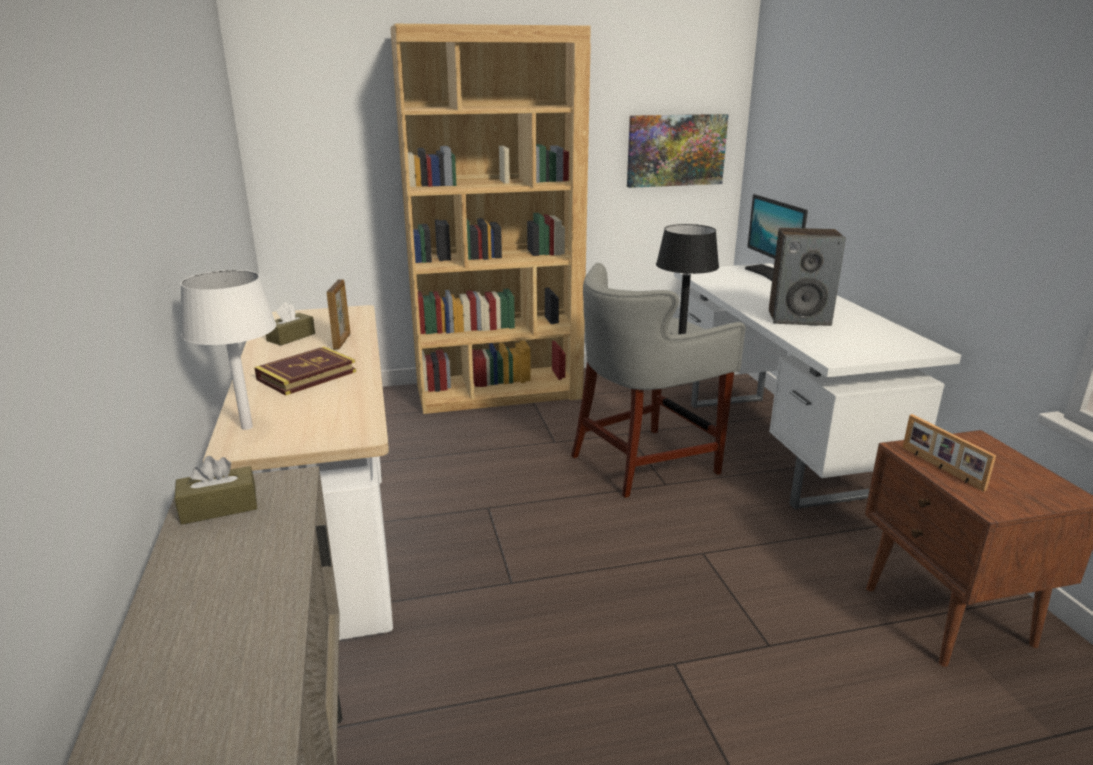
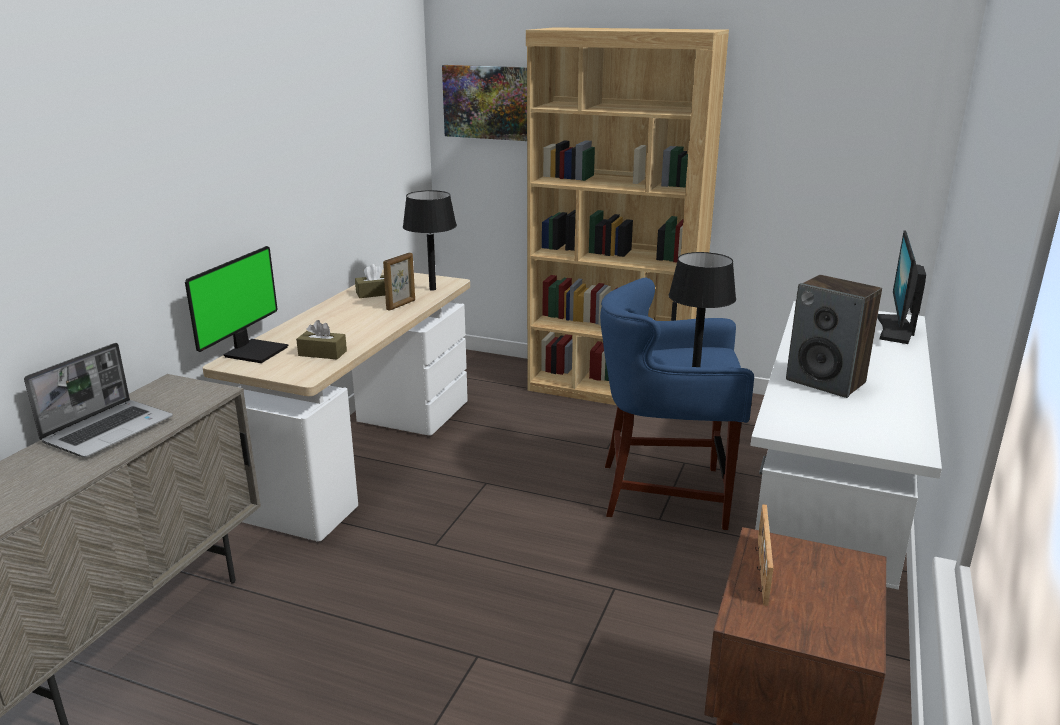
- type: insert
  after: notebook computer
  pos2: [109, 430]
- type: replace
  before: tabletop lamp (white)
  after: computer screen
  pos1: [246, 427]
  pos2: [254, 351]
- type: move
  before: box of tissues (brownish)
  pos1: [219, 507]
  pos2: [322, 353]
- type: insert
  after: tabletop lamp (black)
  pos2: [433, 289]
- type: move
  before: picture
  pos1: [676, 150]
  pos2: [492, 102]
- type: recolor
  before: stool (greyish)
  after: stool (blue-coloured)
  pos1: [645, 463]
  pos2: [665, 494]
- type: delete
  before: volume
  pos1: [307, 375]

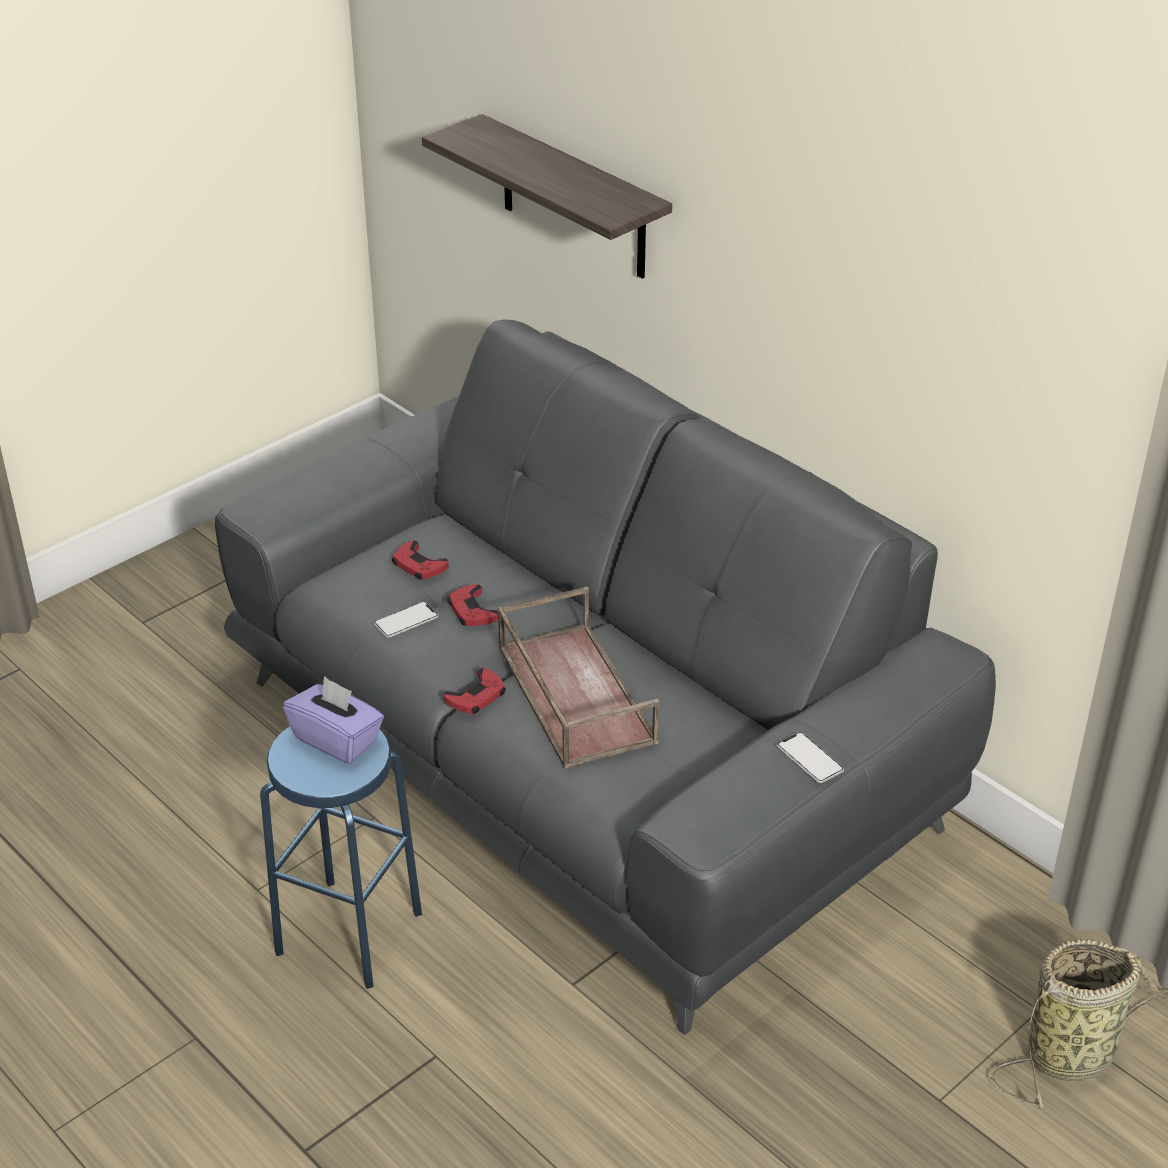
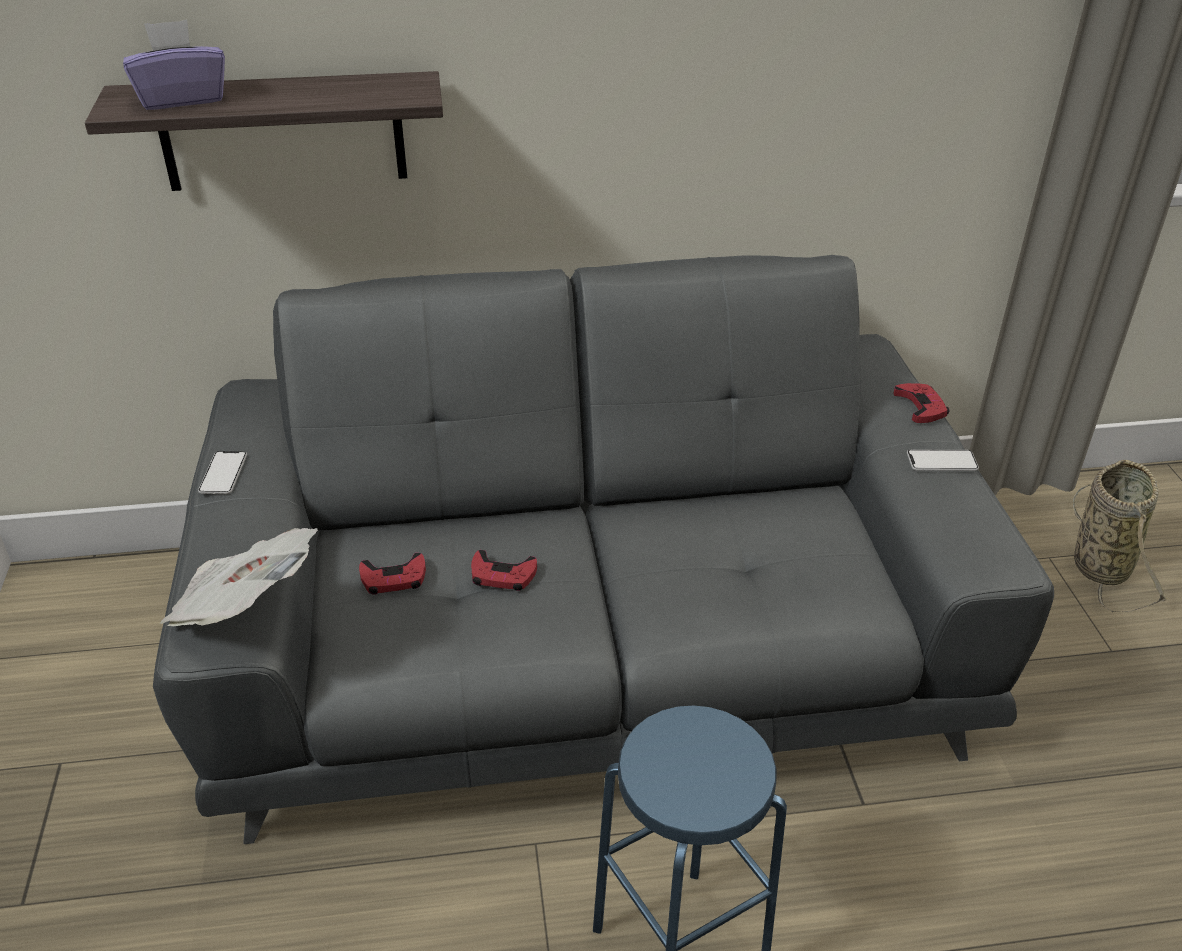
- type: move
  before: box of tissues (purplish)
  pos1: [337, 739]
  pos2: [182, 98]
- type: insert
  after: printed paper
  pos2: [246, 607]
- type: move
  before: handset
  pos1: [406, 621]
  pos2: [223, 474]
- type: move
  before: game controller (red)
  pos1: [476, 696]
  pos2: [921, 407]
- type: delete
  before: tray (brownish)
  pos1: [573, 693]

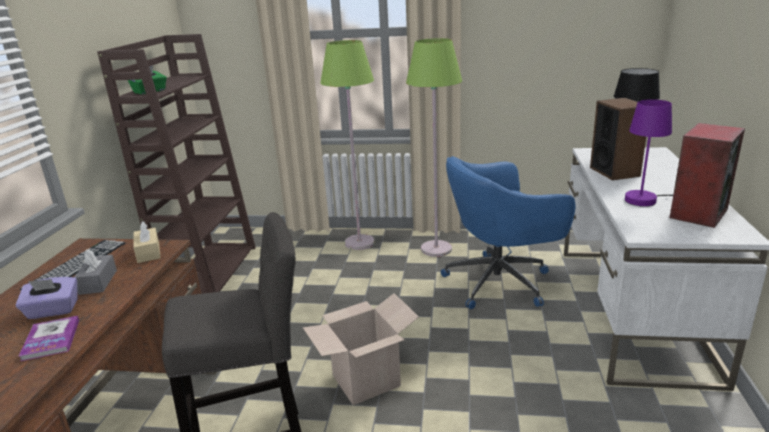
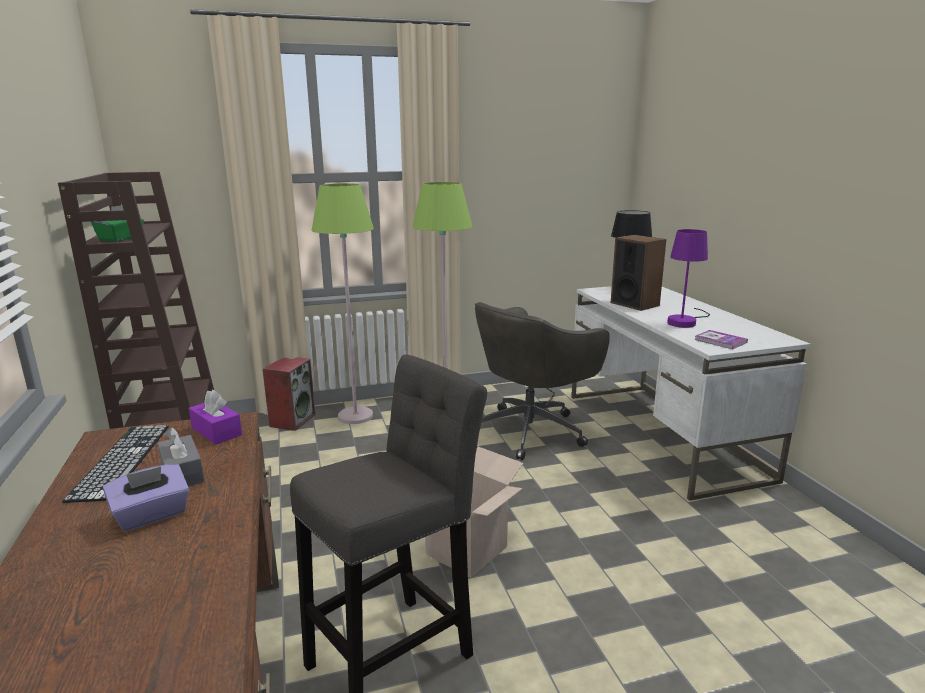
- type: recolor
  before: box of tissues (sand-coloured)
  after: box of tissues (purplish)
  pos1: [148, 252]
  pos2: [216, 431]
- type: move
  before: loudspeaker
  pos1: [698, 213]
  pos2: [292, 420]
- type: recolor
  before: office chair (blue-coloured)
  after: office chair (greyish)
  pos1: [500, 282]
  pos2: [532, 430]
- type: move
  before: volume
  pos1: [51, 339]
  pos2: [720, 341]

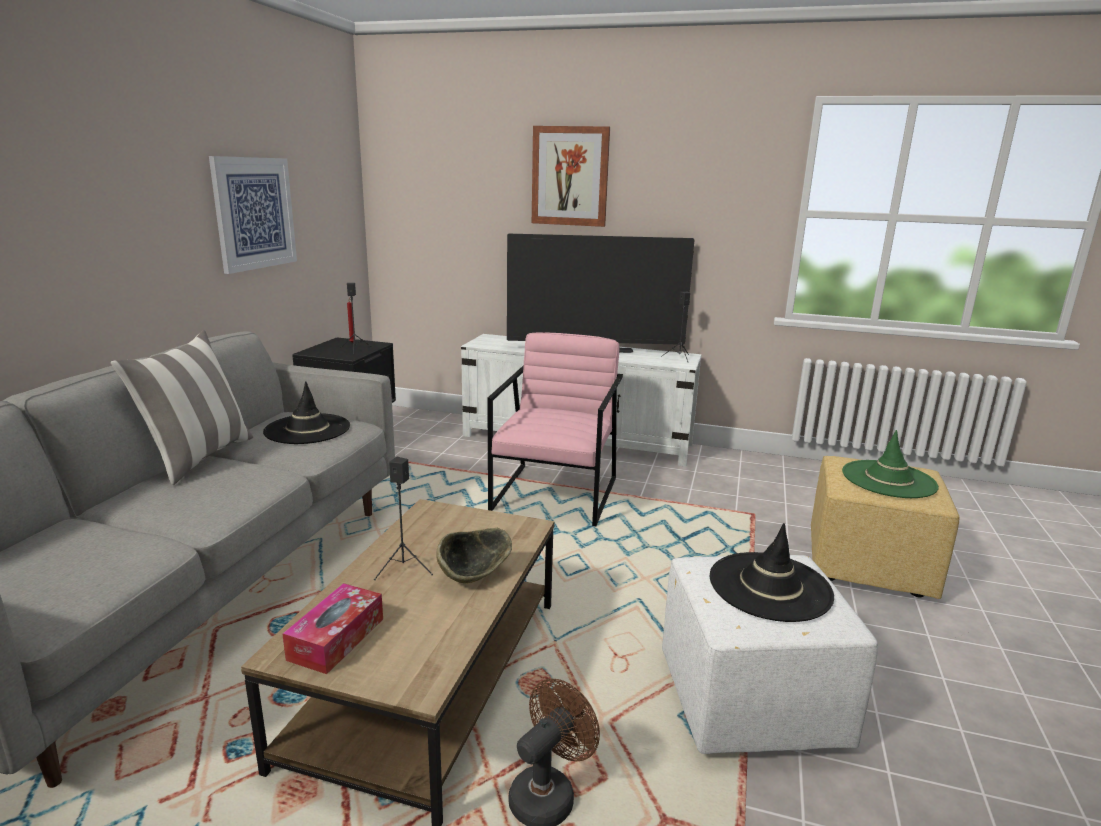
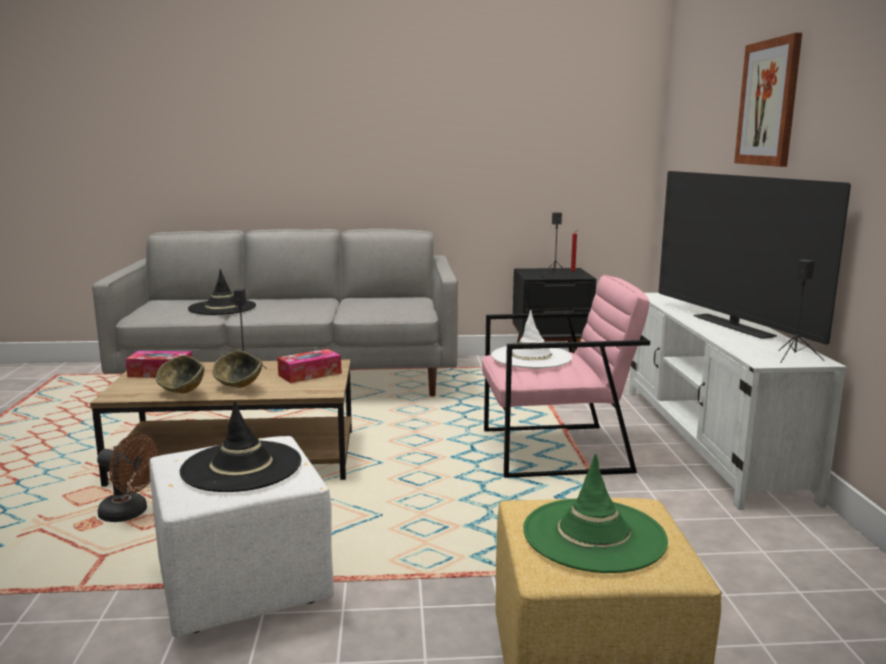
- type: insert
  after: deep dish
  pos2: [184, 394]
- type: move
  before: clothing hat (black)
  pos1: [307, 429]
  pos2: [222, 308]
- type: insert
  after: box of tissues
  pos2: [310, 374]
- type: insert
  after: clothing hat (white)
  pos2: [531, 357]
- type: delete
  before: pillow
  pos1: [198, 458]
- type: delete
  before: picture
  pos1: [254, 213]

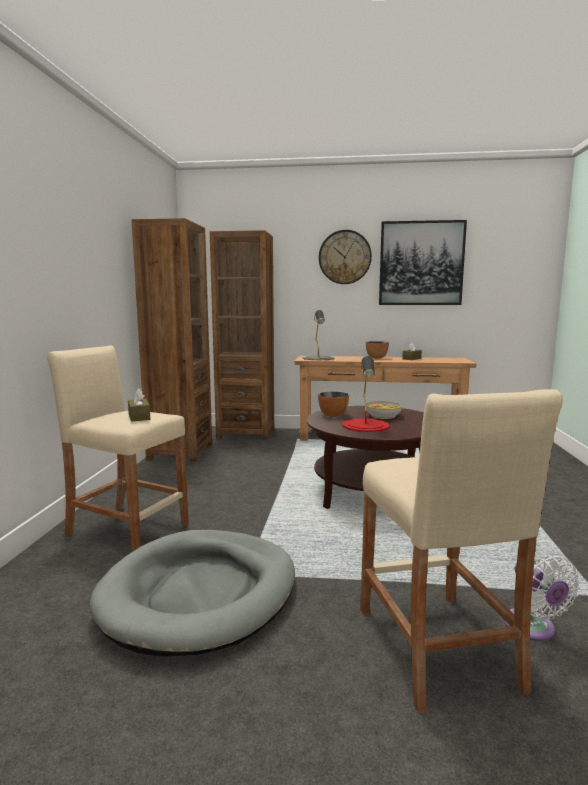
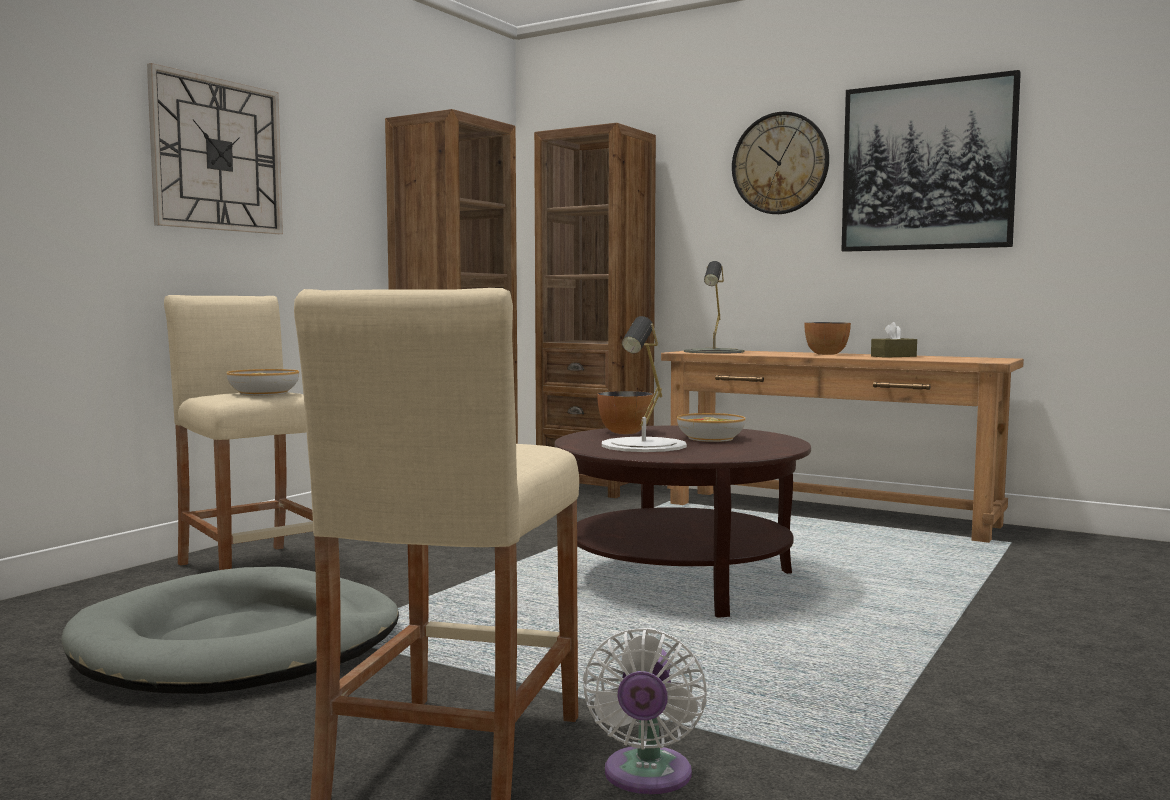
- type: insert
  after: hanging clock
  pos2: [217, 155]
- type: replace
  before: box of tissues (brownish)
  after: deep dish
  pos1: [139, 416]
  pos2: [263, 393]
- type: recolor
  before: tabletop lamp (red)
  after: tabletop lamp (white)
  pos1: [365, 425]
  pos2: [644, 445]

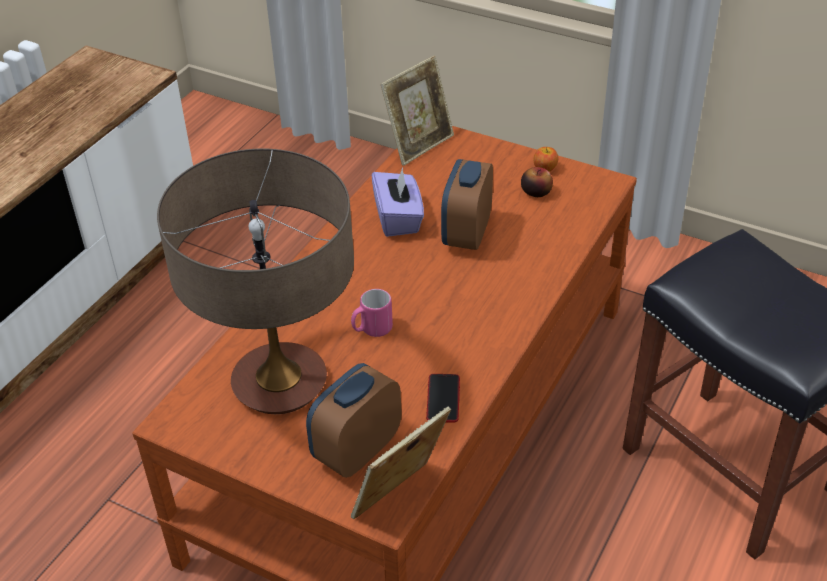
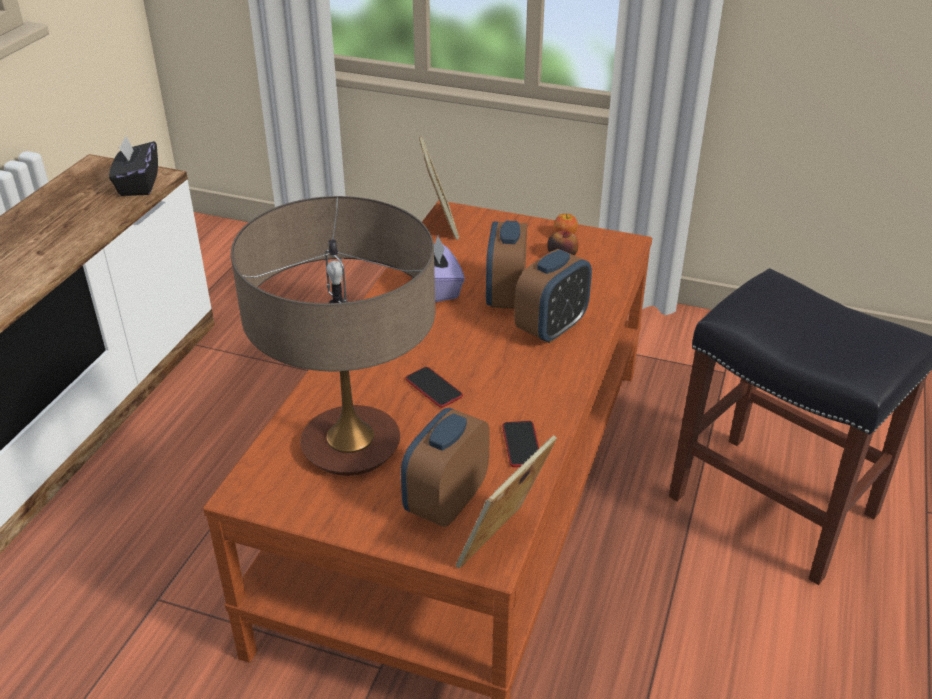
- type: insert
  after: box of tissues (black)
  pos2: [138, 184]
- type: replace
  before: mug (pink-coloured)
  after: handset
  pos1: [372, 330]
  pos2: [433, 388]
- type: rotate
  before: standing frame
  pos1: [419, 145]
  pos2: [439, 223]
  turn: -45
- type: insert
  after: bedside clock
  pos2: [551, 328]

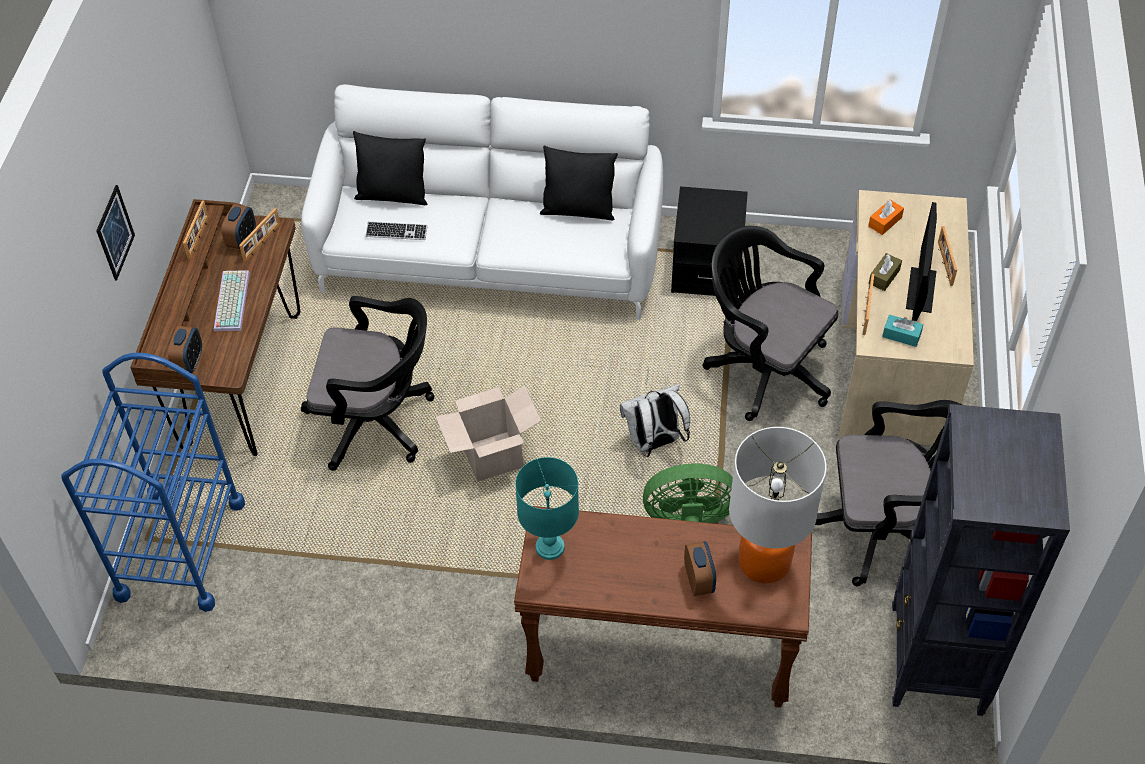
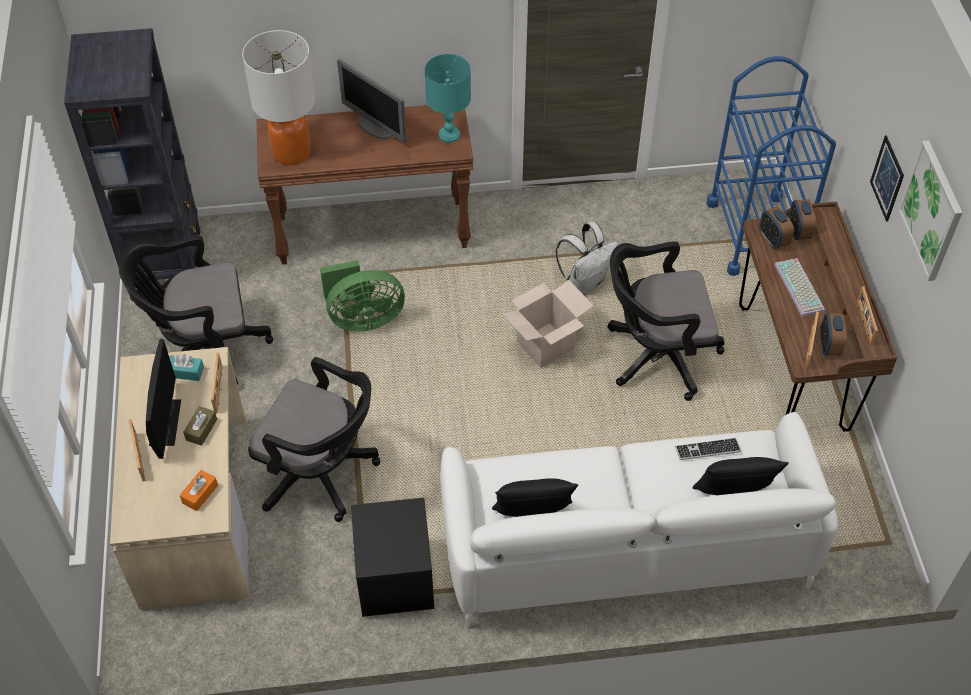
- type: insert
  after: computer screen
  pos2: [374, 127]
- type: move
  before: backpack (white)
  pos1: [654, 443]
  pos2: [585, 282]
- type: move
  before: bedside clock
  pos1: [699, 580]
  pos2: [773, 240]
- type: insert
  after: picture
  pos2: [932, 210]

